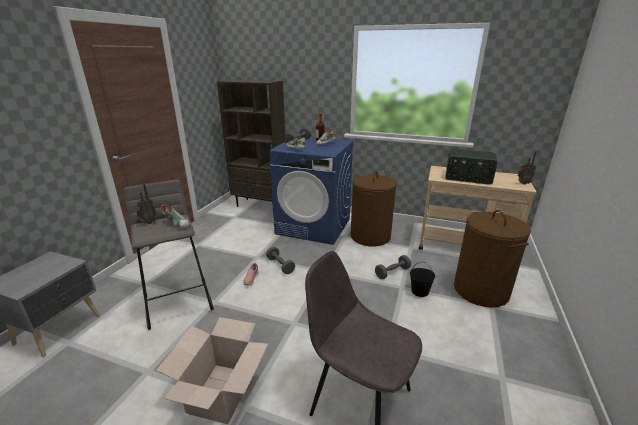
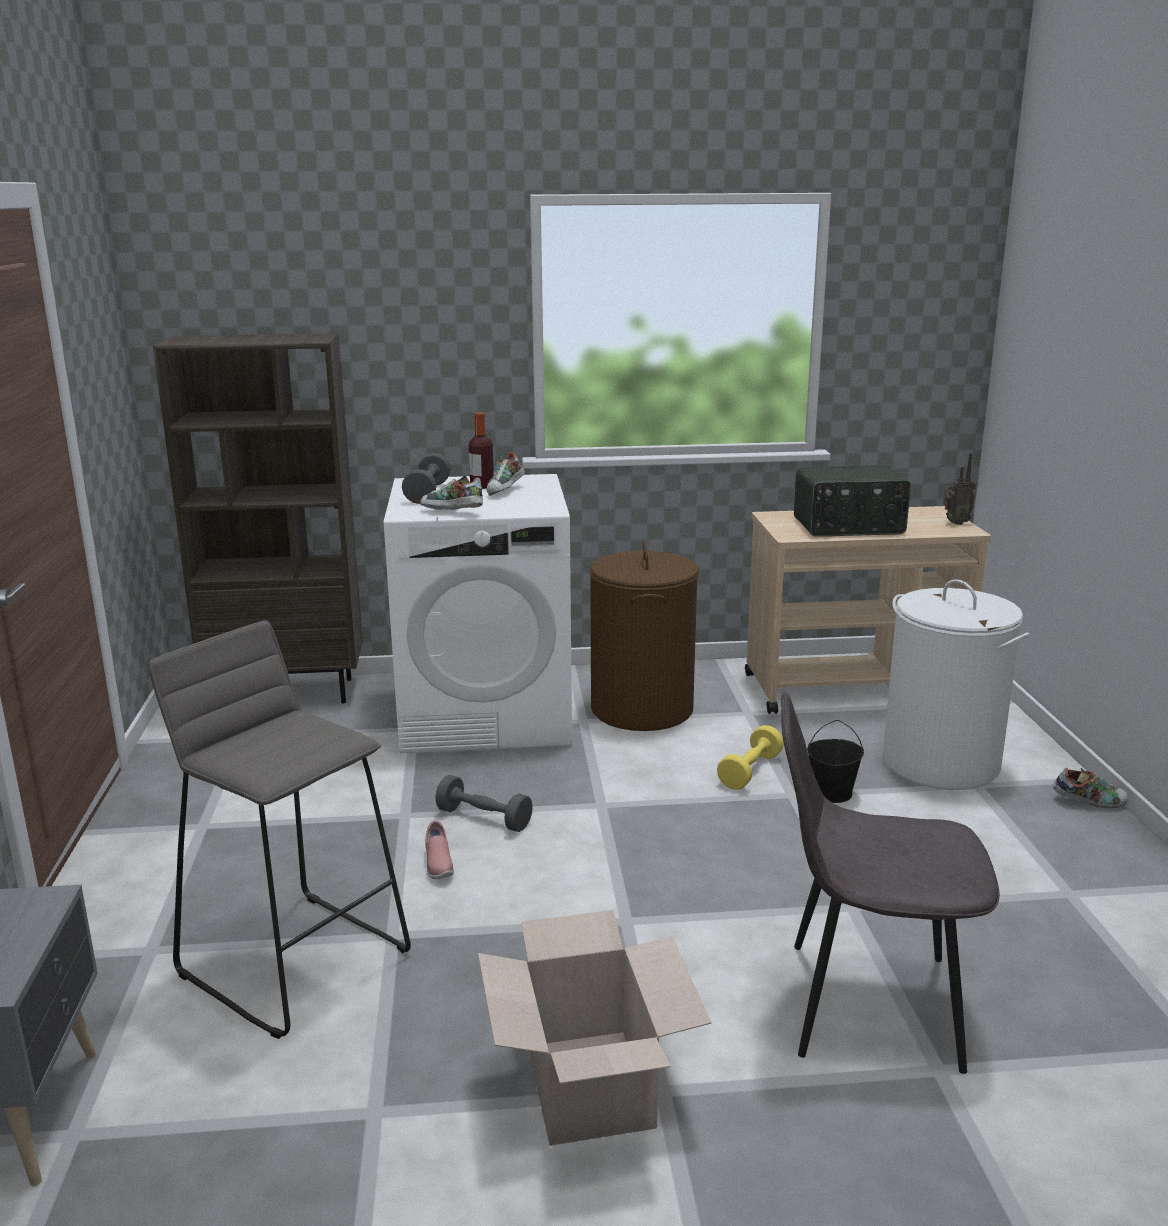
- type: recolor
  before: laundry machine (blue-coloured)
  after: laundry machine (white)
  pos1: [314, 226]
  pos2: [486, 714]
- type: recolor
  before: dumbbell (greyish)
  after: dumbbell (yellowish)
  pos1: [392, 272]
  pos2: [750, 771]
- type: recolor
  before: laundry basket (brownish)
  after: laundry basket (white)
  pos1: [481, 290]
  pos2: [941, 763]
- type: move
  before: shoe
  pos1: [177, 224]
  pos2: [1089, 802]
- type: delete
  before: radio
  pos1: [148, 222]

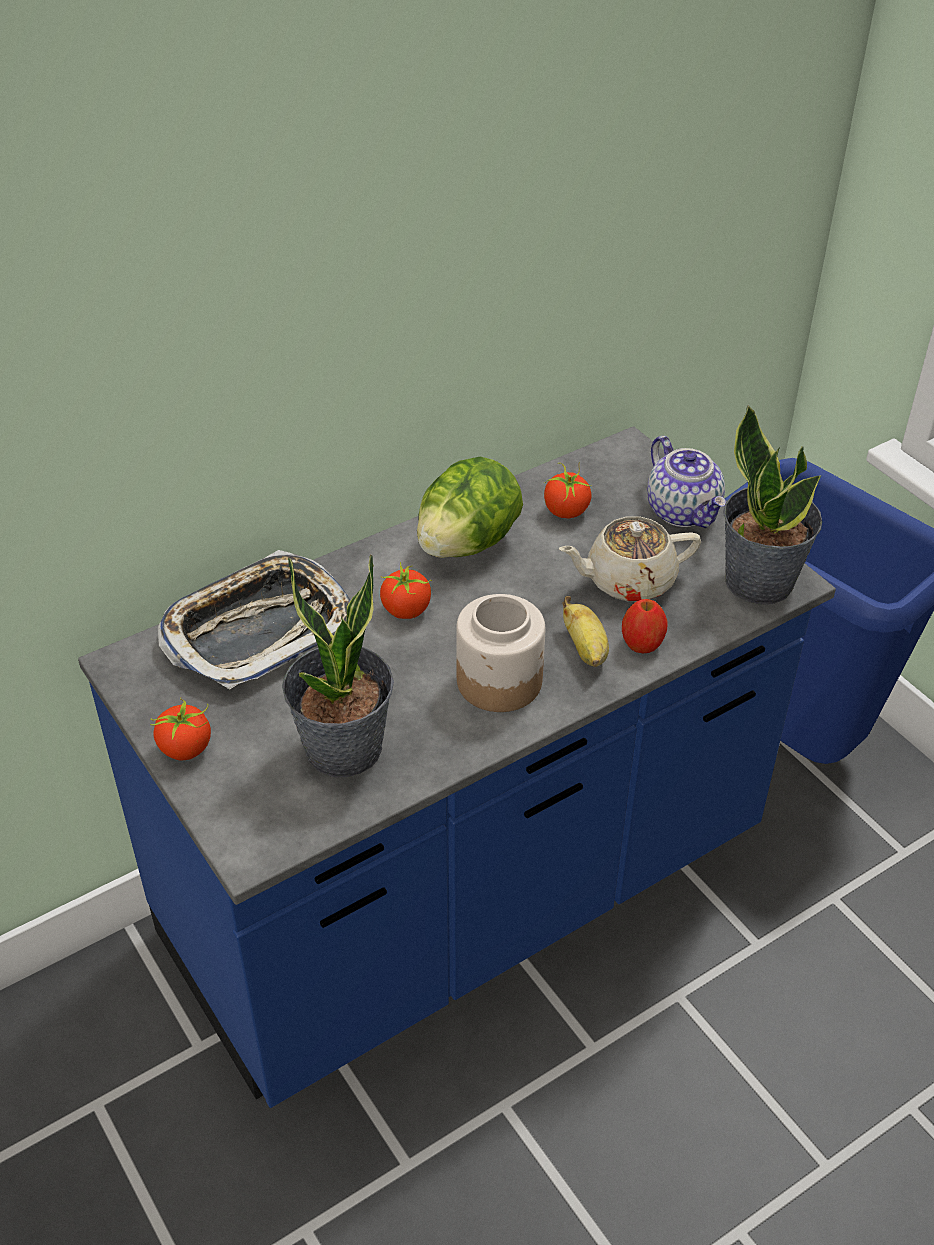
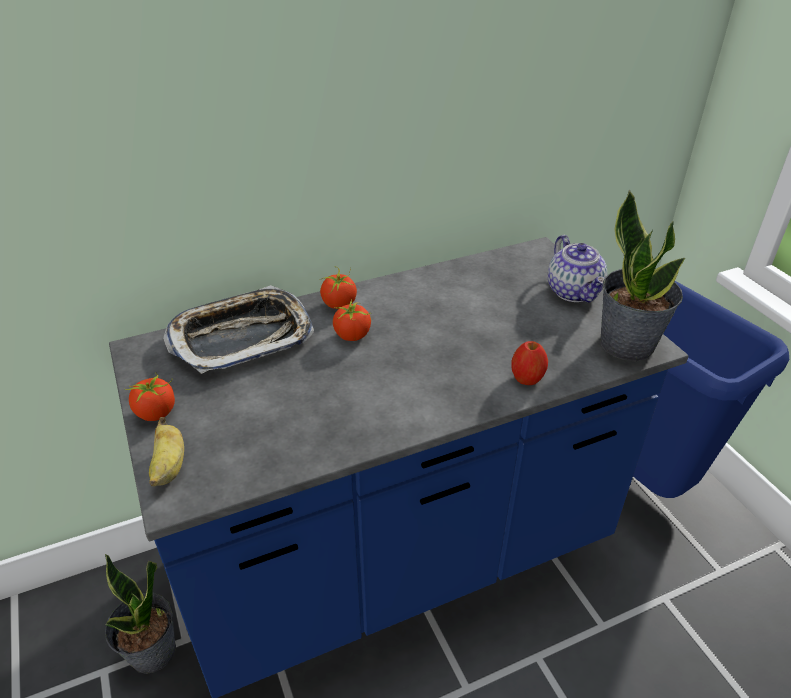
- type: move
  before: plant in a pot
  pos1: [344, 749]
  pos2: [152, 652]
- type: move
  before: whole banana
  pos1: [586, 649]
  pos2: [169, 467]
- type: move
  before: fresh tomato
  pos1: [566, 511]
  pos2: [339, 304]
- type: delete
  before: head of lettuce
  pos1: [467, 543]
- type: delete
  before: jar
  pos1: [500, 681]
- type: delete
  before: tea pot (sand-coloured)
  pos1: [628, 580]

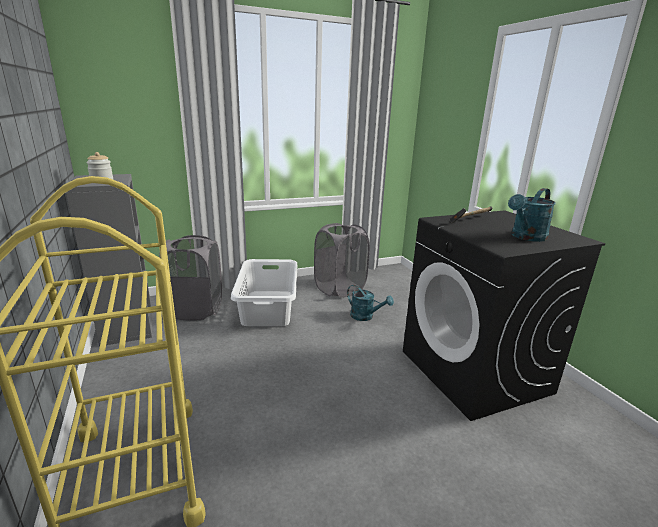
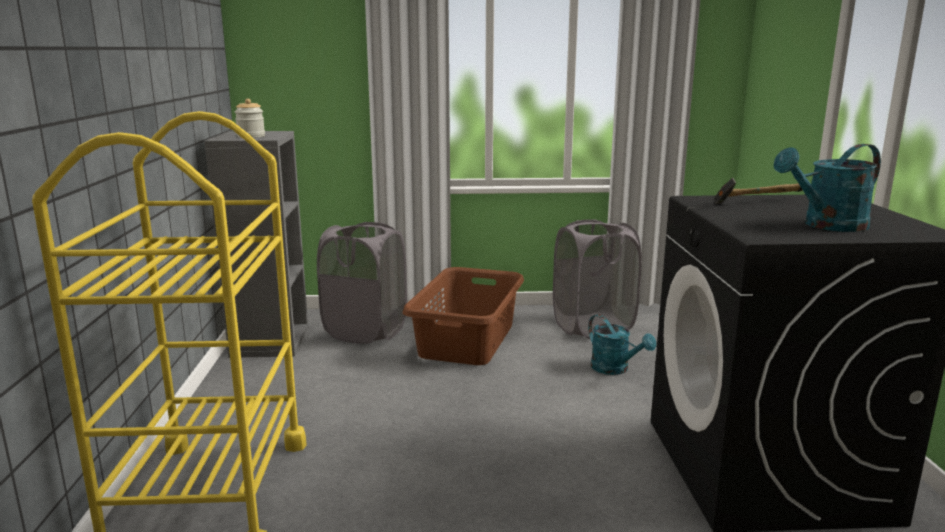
- type: recolor
  before: laundry basket (white)
  after: laundry basket (brownish)
  pos1: [268, 307]
  pos2: [468, 340]

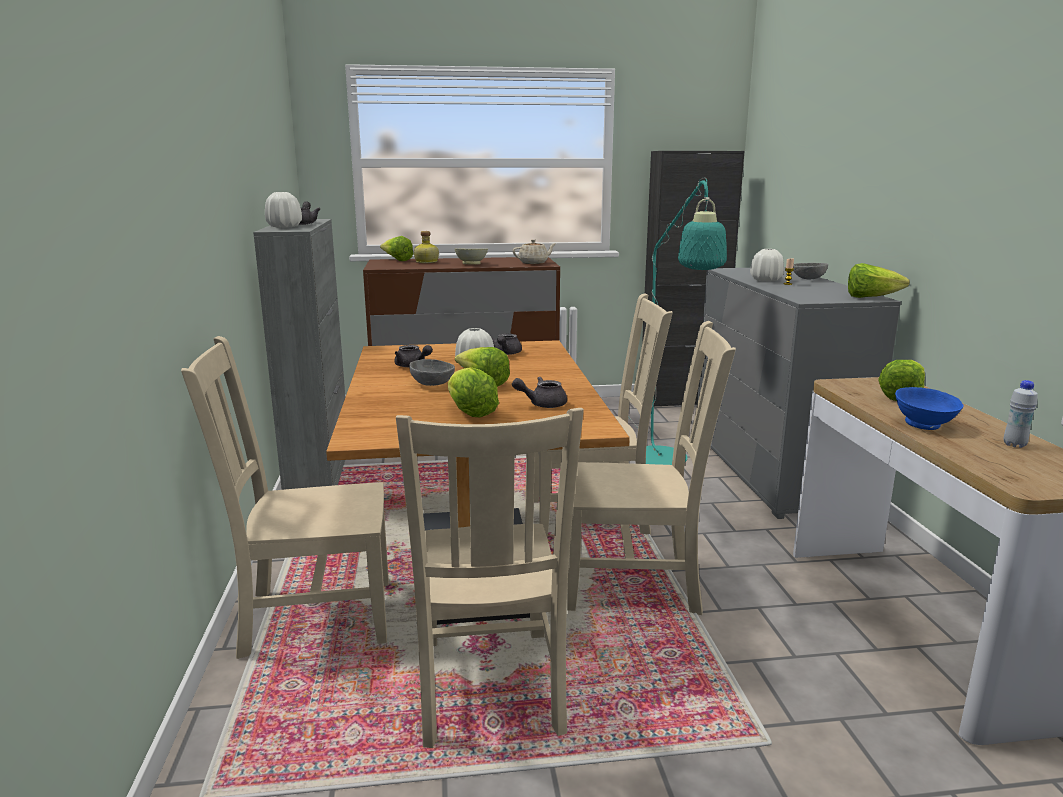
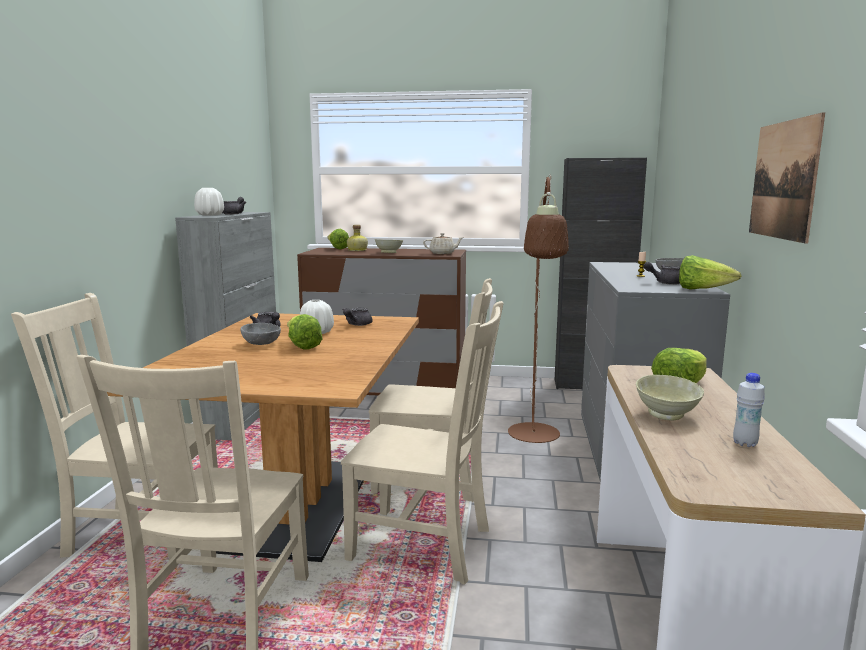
- type: recolor
  before: standing lamp (blue-green)
  after: standing lamp (brownish)
  pos1: [664, 462]
  pos2: [534, 438]
- type: recolor
  before: deep dish (blue-coloured)
  after: deep dish (sand-coloured)
  pos1: [923, 425]
  pos2: [665, 415]
- type: move
  before: tea pot (greyish)
  pos1: [542, 404]
  pos2: [665, 283]
- type: insert
  after: picture
  pos2: [783, 180]
- type: delete
  before: head of lettuce
  pos1: [470, 412]
- type: delete
  before: decorative vase (white)
  pos1: [766, 280]

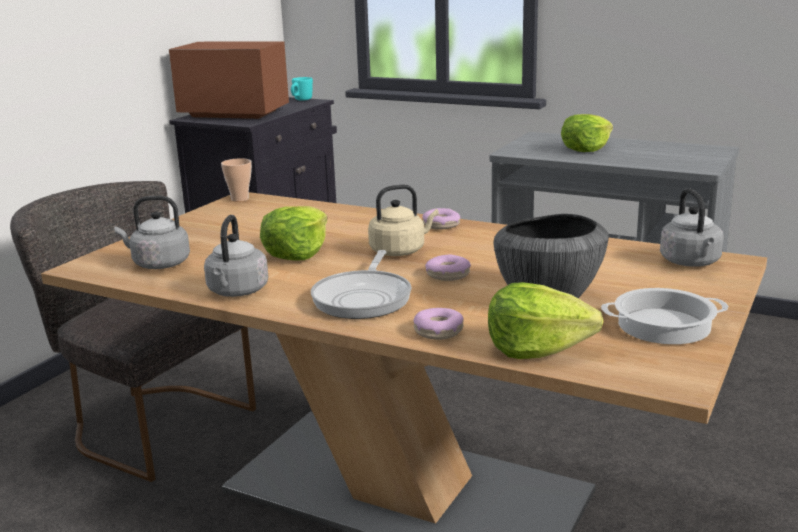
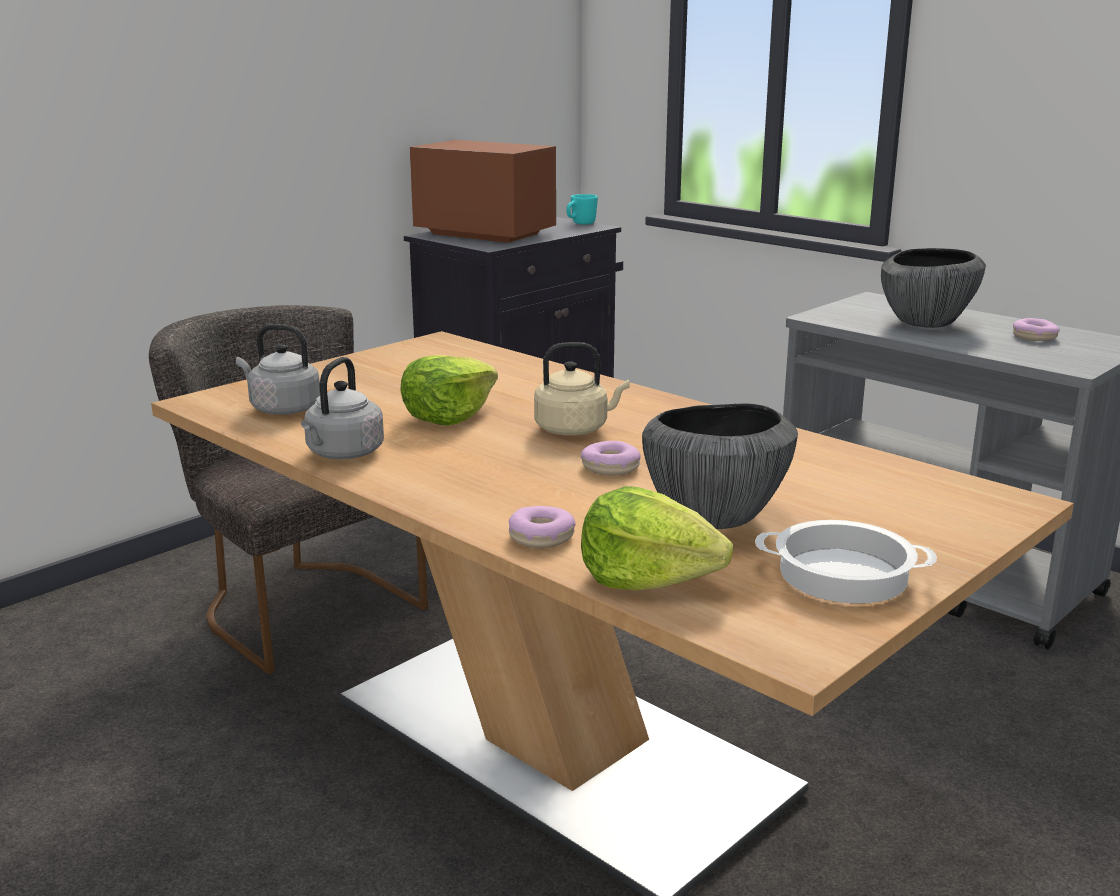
- type: replace
  before: head of lettuce
  after: deep dish
  pos1: [586, 149]
  pos2: [925, 323]
- type: move
  before: donut
  pos1: [441, 225]
  pos2: [1034, 337]
- type: delete
  before: drinking cup
  pos1: [240, 199]
- type: delete
  before: skillet
  pos1: [364, 298]
- type: delete
  before: kettle (greyish)
  pos1: [691, 263]

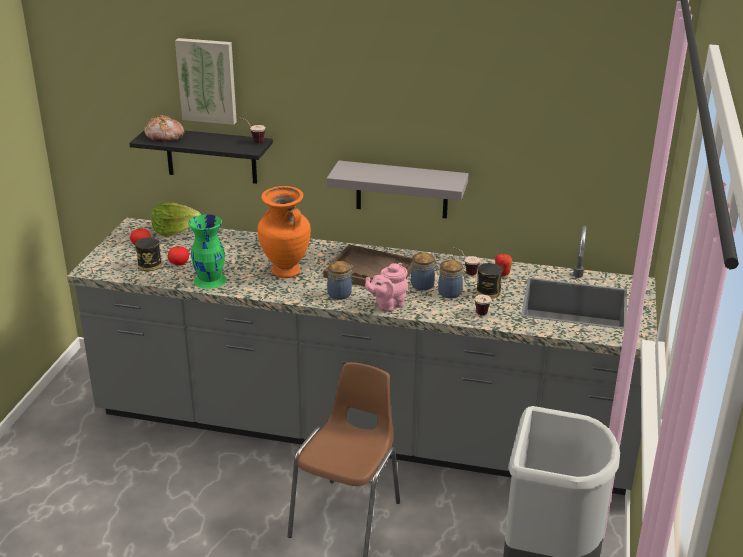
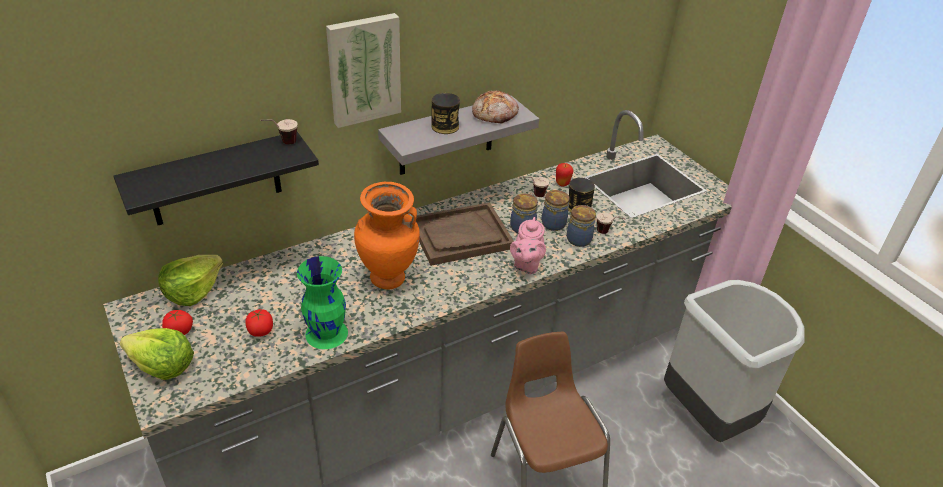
- type: insert
  after: head of lettuce
  pos2: [162, 366]
- type: move
  before: picture
  pos1: [207, 80]
  pos2: [363, 69]
- type: move
  before: metal can
  pos1: [149, 265]
  pos2: [445, 126]
- type: move
  before: baked bread
  pos1: [164, 136]
  pos2: [495, 114]
- type: move
  before: jar
  pos1: [340, 294]
  pos2: [579, 239]

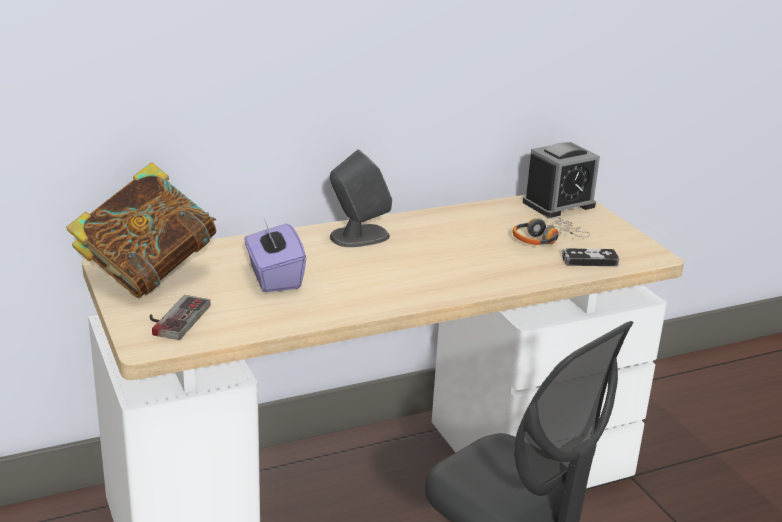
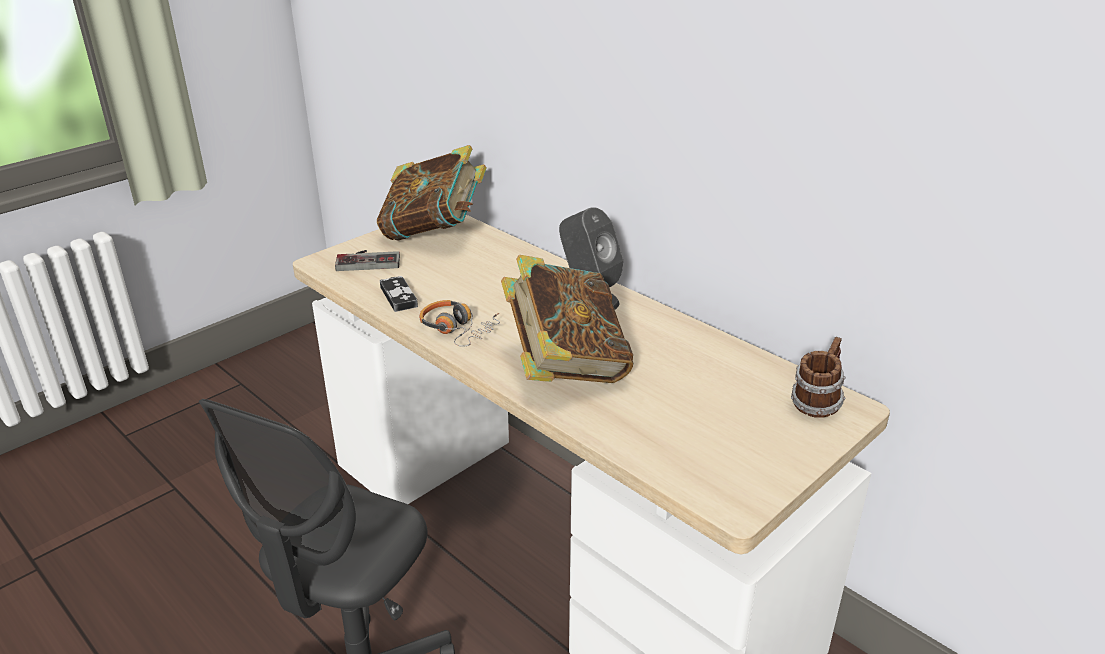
- type: move
  before: game controller
  pos1: [589, 260]
  pos2: [398, 296]
- type: move
  before: headset
  pos1: [545, 239]
  pos2: [458, 329]
- type: insert
  after: volume
  pos2: [565, 366]
- type: replace
  before: bedside clock
  after: mug
  pos1: [558, 204]
  pos2: [816, 403]
- type: delete
  before: box of tissues (purplish)
  pos1: [274, 277]

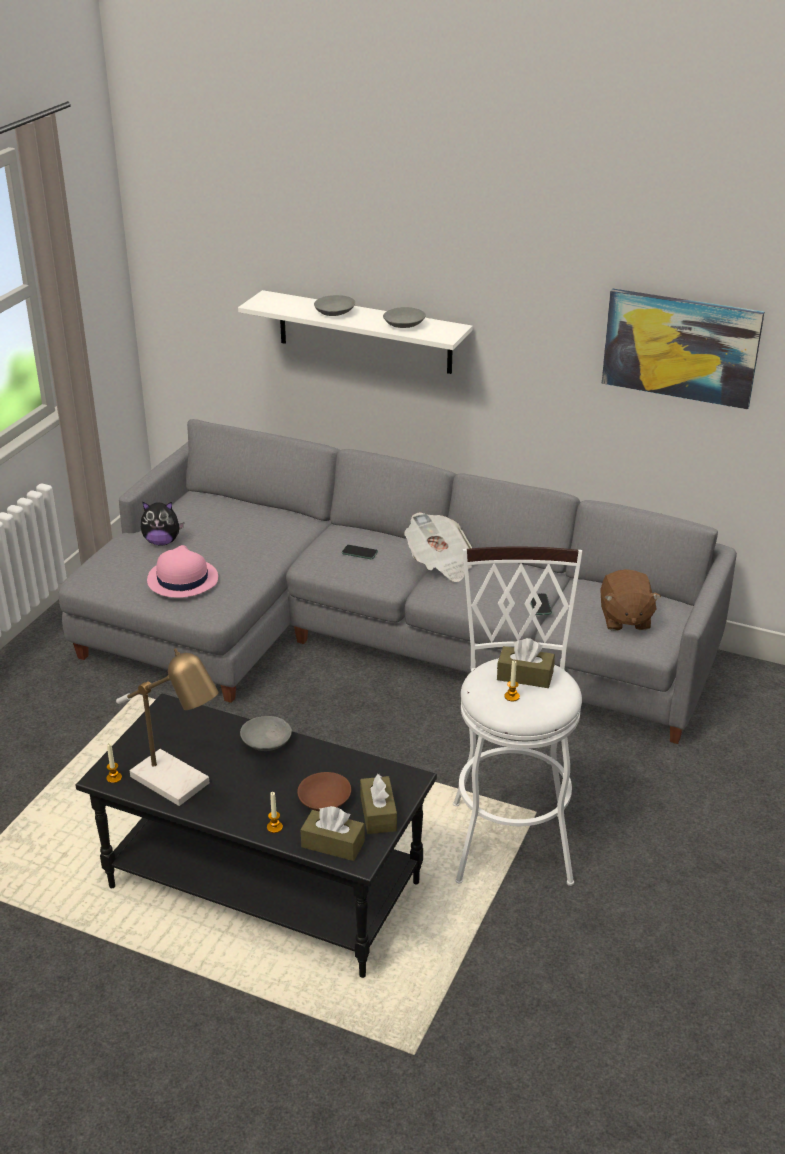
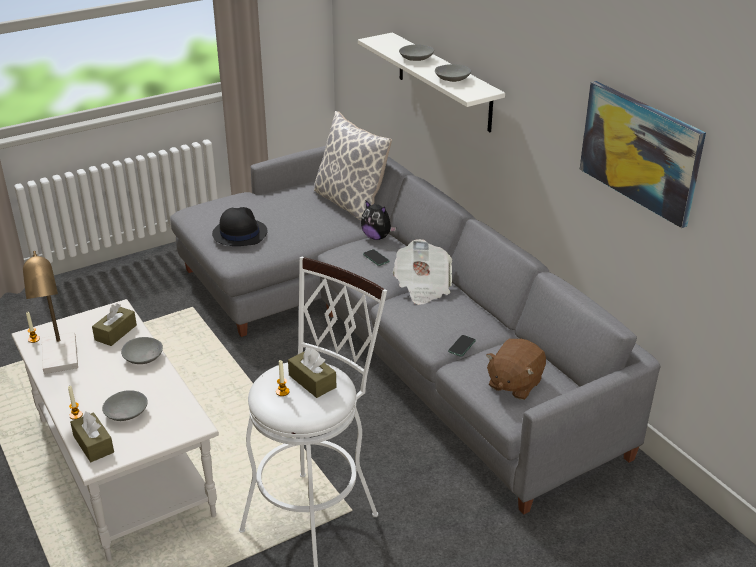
- type: recolor
  before: low table (black)
  after: low table (white)
  pos1: [267, 884]
  pos2: [126, 466]
- type: move
  before: box of tissues (brownish)
  pos1: [378, 813]
  pos2: [116, 332]
- type: recolor
  before: deep dish (brownish)
  after: deep dish (greyish)
  pos1: [324, 801]
  pos2: [125, 413]
- type: recolor
  before: clothing hat (pink-coloured)
  after: clothing hat (black)
  pos1: [182, 579]
  pos2: [239, 233]
- type: insert
  after: pillow
  pos2: [350, 203]
- type: move
  before: plush toy
  pos1: [162, 542]
  pos2: [377, 237]

